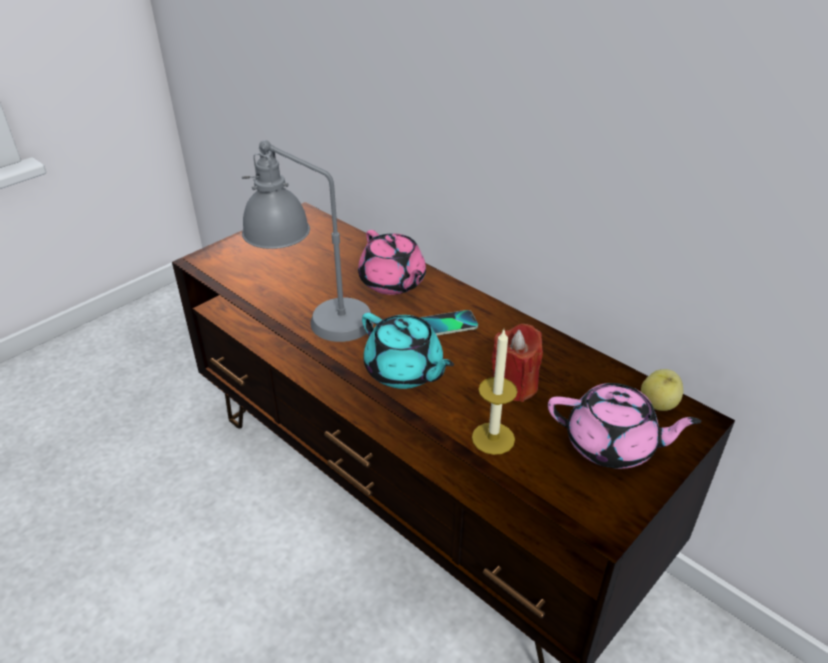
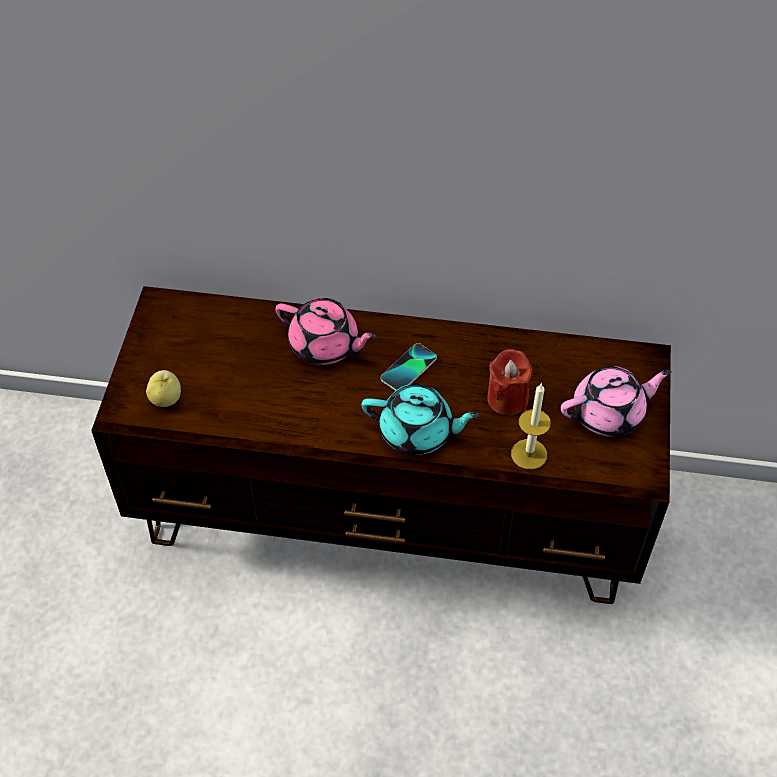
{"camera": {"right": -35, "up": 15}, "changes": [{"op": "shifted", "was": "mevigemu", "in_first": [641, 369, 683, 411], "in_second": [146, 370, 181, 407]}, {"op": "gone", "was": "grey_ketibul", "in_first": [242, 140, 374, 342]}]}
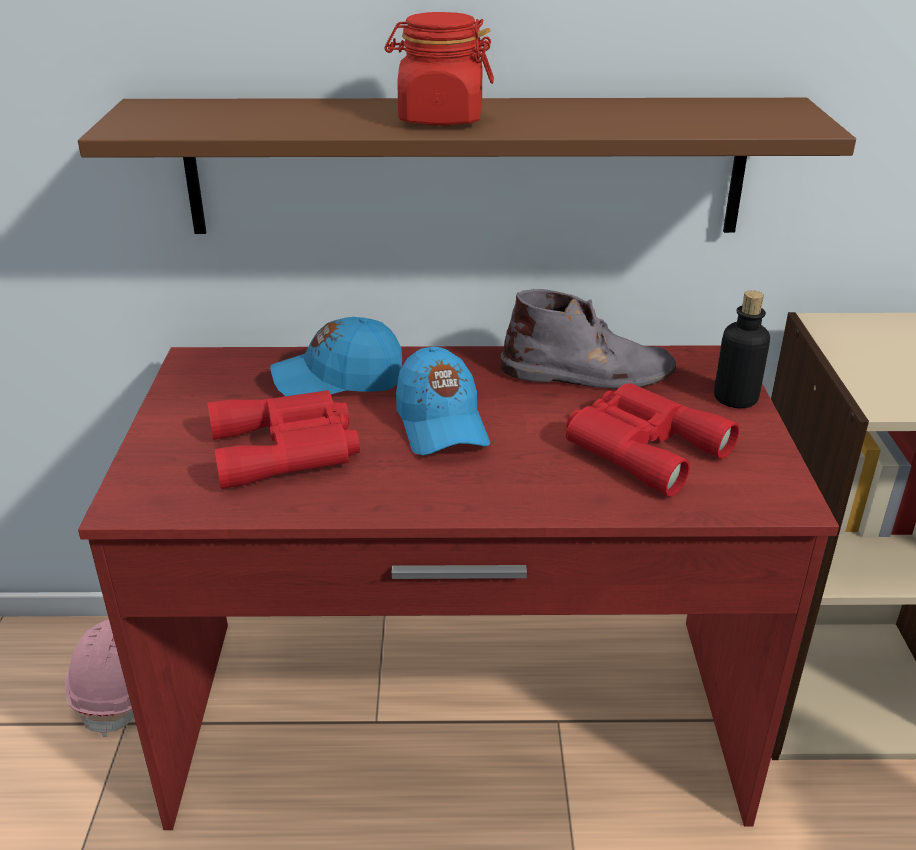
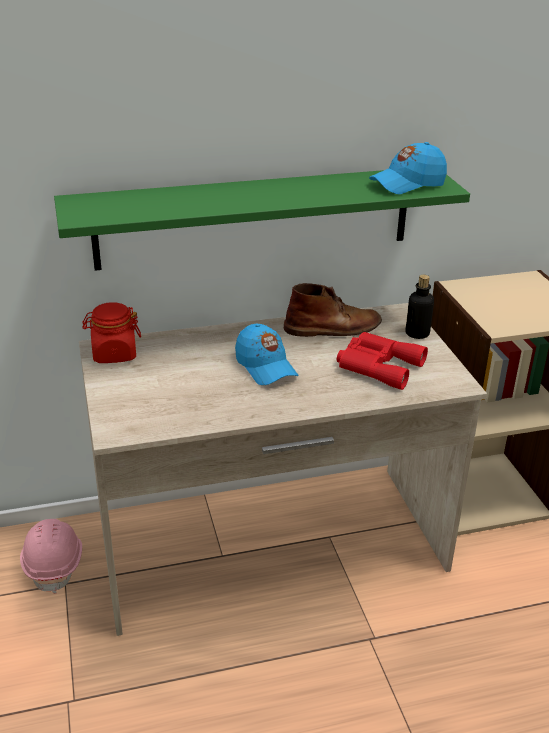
{"camera": {"right": -15, "up": 0}, "changes": [{"op": "repainted", "was": "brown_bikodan", "now": "green_bikodan", "in_first": [78, 98, 856, 234], "in_second": [54, 170, 470, 271]}, {"op": "repainted", "was": "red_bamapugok", "now": "beige_bamapugok", "in_first": [78, 345, 839, 830], "in_second": [79, 303, 487, 636]}, {"op": "shifted", "was": "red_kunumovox", "in_first": [384, 12, 494, 126], "in_second": [82, 302, 141, 363]}, {"op": "repainted", "was": "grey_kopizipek", "now": "brown_kopizipek", "in_first": [500, 289, 676, 389], "in_second": [284, 283, 382, 337]}, {"op": "shifted", "was": "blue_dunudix", "in_first": [270, 317, 402, 396], "in_second": [369, 142, 447, 194]}, {"op": "gone", "was": "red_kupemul", "in_first": [208, 390, 360, 489]}]}
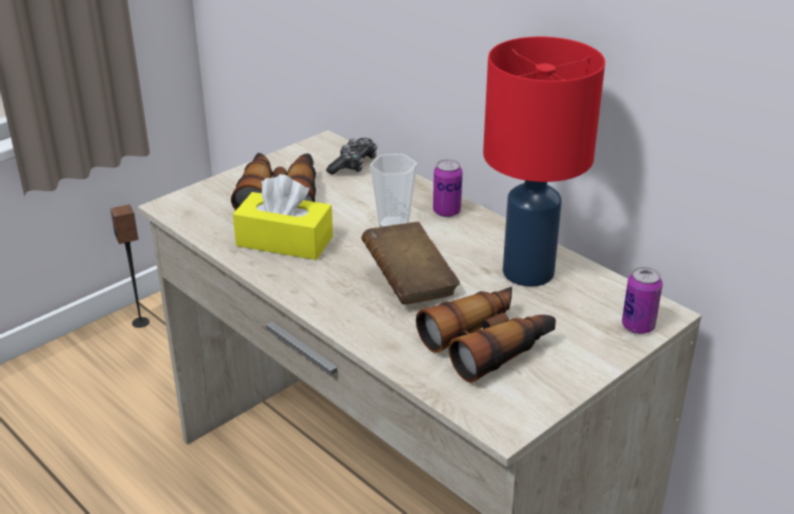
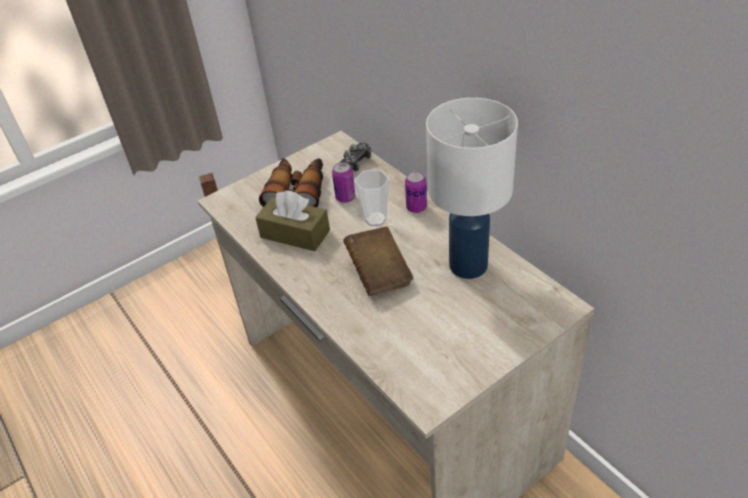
{"camera": {"right": 10, "up": 10}, "changes": [{"op": "repainted", "was": "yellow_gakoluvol", "now": "brown_gakoluvol", "in_first": [233, 174, 333, 260], "in_second": [255, 190, 330, 251]}, {"op": "shifted", "was": "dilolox", "in_first": [622, 267, 663, 334], "in_second": [332, 162, 356, 203]}, {"op": "repainted", "was": "red_ketibul", "now": "white_ketibul", "in_first": [483, 37, 605, 287], "in_second": [426, 98, 518, 279]}, {"op": "gone", "was": "kupemul", "in_first": [416, 287, 556, 383]}]}
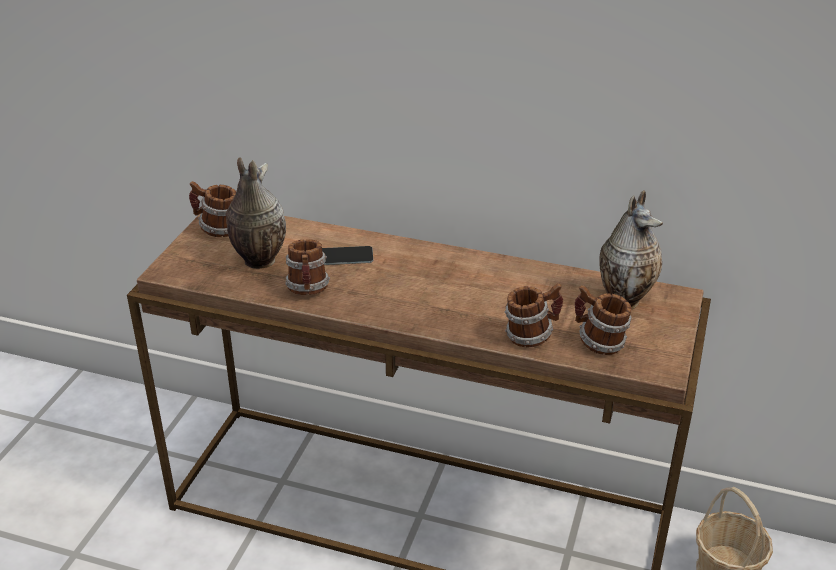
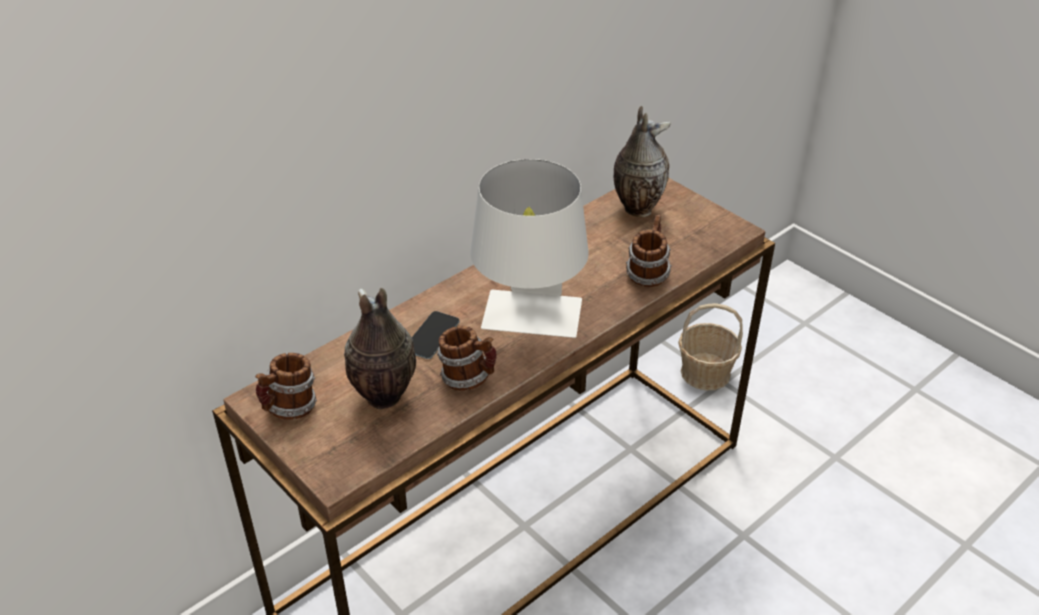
{"camera": {"right": -60, "up": 5}, "changes": [{"op": "new", "now": "white_ketibul", "in_second": [470, 159, 589, 338]}, {"op": "gone", "was": "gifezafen", "in_first": [575, 285, 632, 355]}]}
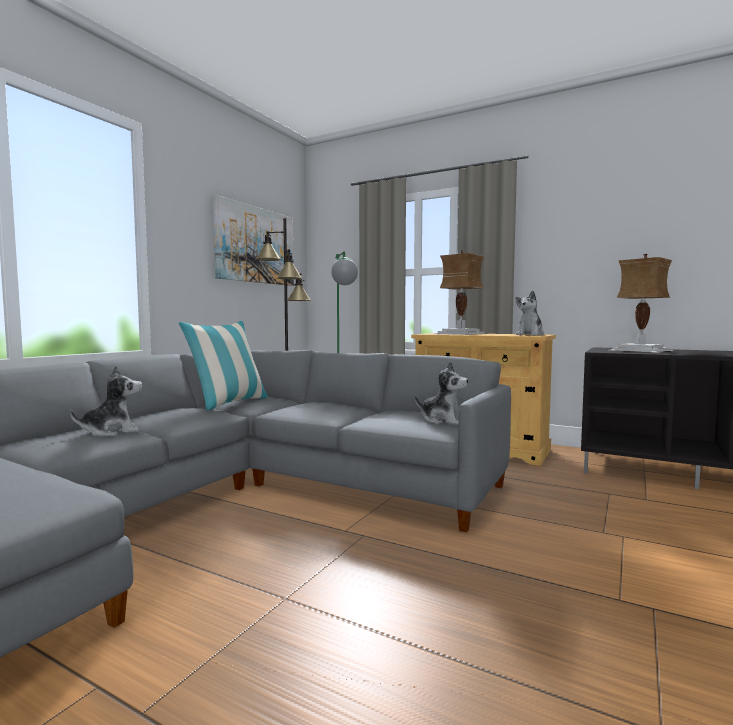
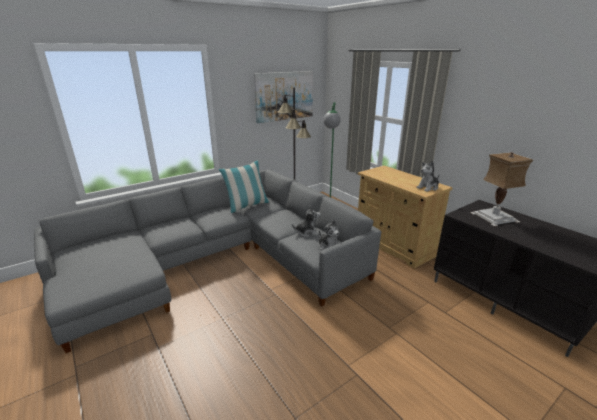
{"camera": {"right": 25, "up": 20}, "changes": [{"op": "shifted", "was": "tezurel", "in_first": [70, 366, 142, 437], "in_second": [292, 206, 320, 237]}, {"op": "gone", "was": "ketibul", "in_first": [436, 250, 488, 335]}]}
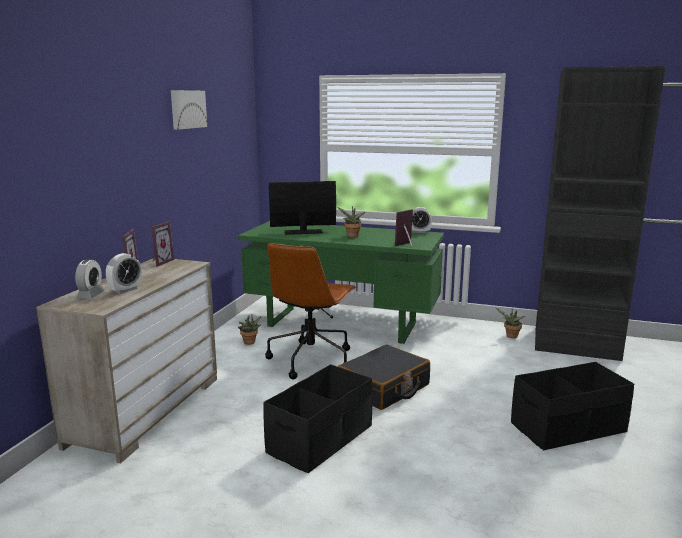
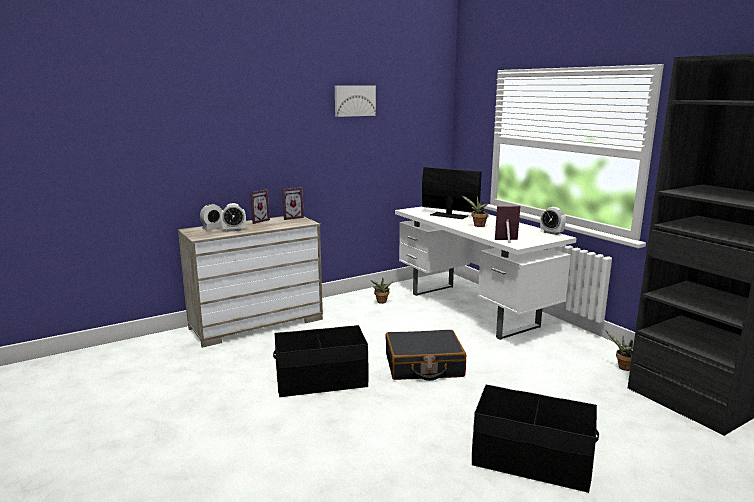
{"camera": {"right": 40, "up": 0}, "changes": [{"op": "repainted", "was": "green_bamapugok", "now": "white_bamapugok", "in_first": [238, 221, 444, 344], "in_second": [395, 207, 577, 340]}, {"op": "gone", "was": "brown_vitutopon", "in_first": [265, 243, 356, 380]}]}
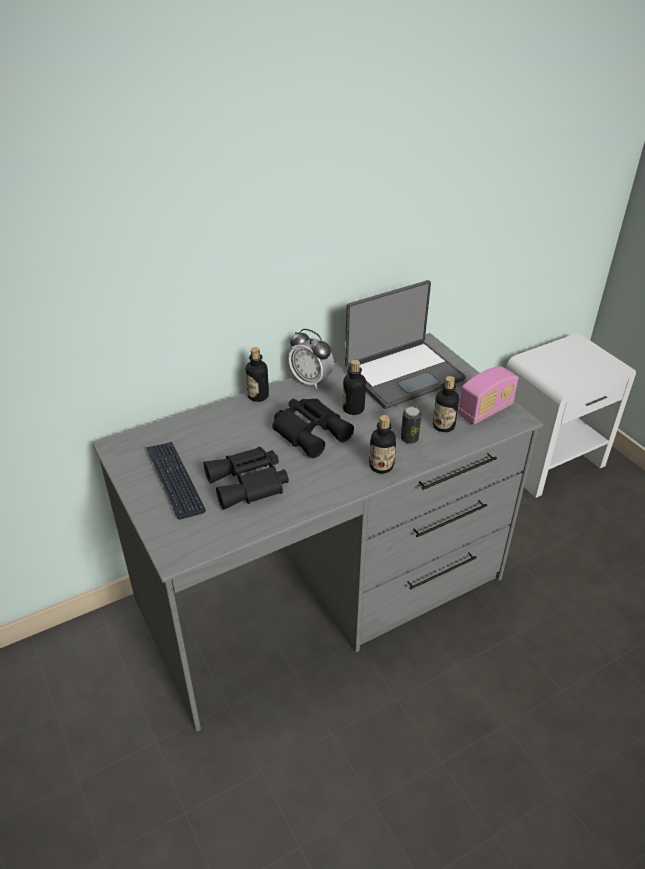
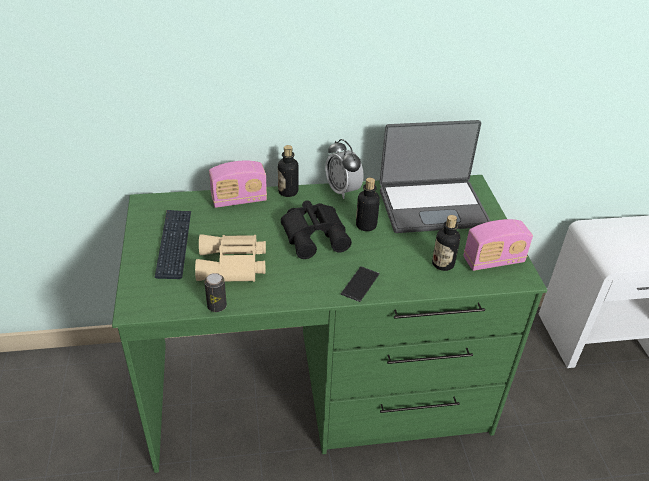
{"camera": {"right": 20, "up": 0}, "changes": [{"op": "repainted", "was": "grey_bamapugok", "now": "green_bamapugok", "in_first": [92, 333, 543, 732], "in_second": [112, 175, 547, 473]}, {"op": "repainted", "was": "black_kupemul", "now": "beige_kupemul", "in_first": [204, 447, 289, 510], "in_second": [195, 234, 266, 282]}, {"op": "shifted", "was": "dilolox", "in_first": [401, 407, 421, 444], "in_second": [204, 273, 227, 312]}, {"op": "new", "now": "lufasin", "in_second": [209, 160, 267, 208]}, {"op": "swapped", "was": "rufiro", "now": "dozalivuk", "in_first": [369, 415, 396, 474], "in_second": [340, 266, 380, 302]}]}
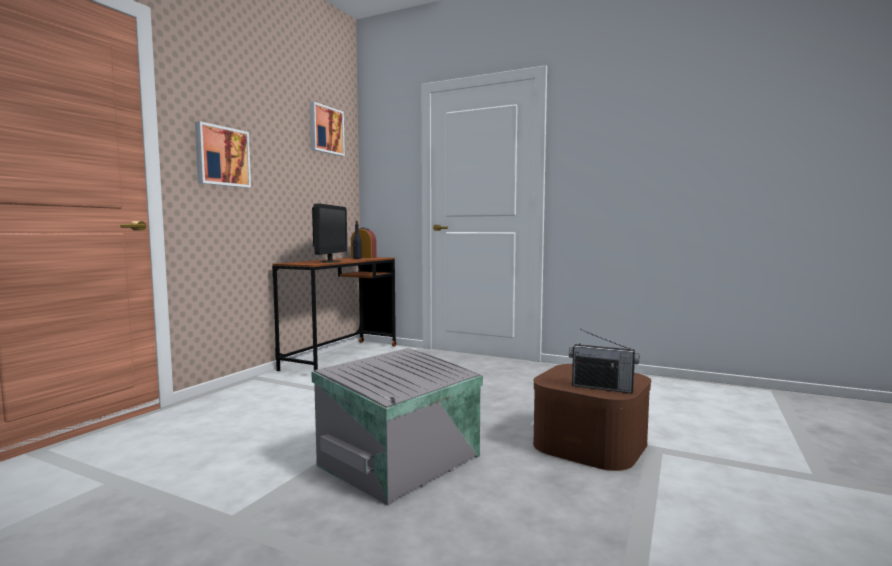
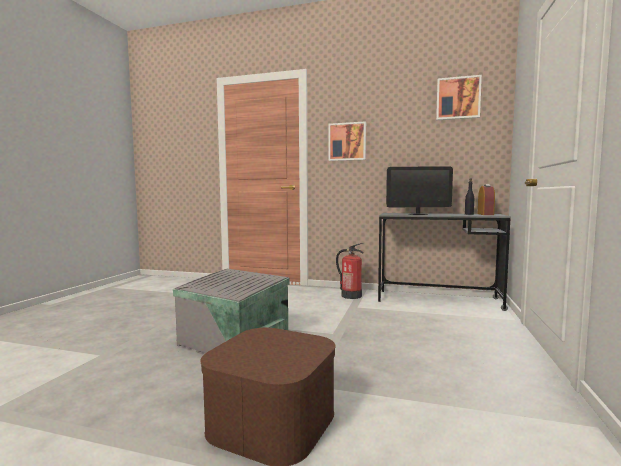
{"camera": {"right": 80, "up": 0}, "changes": [{"op": "new", "now": "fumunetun", "in_second": [336, 243, 364, 299]}, {"op": "repainted", "was": "brown_bamapugok", "now": "grey_bamapugok", "in_first": [272, 257, 396, 371], "in_second": [378, 213, 511, 311]}, {"op": "gone", "was": "lufasin", "in_first": [569, 329, 639, 393]}]}
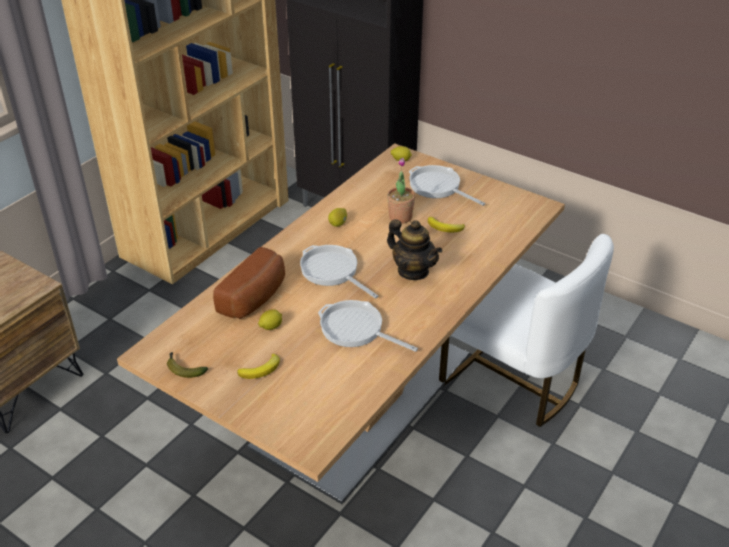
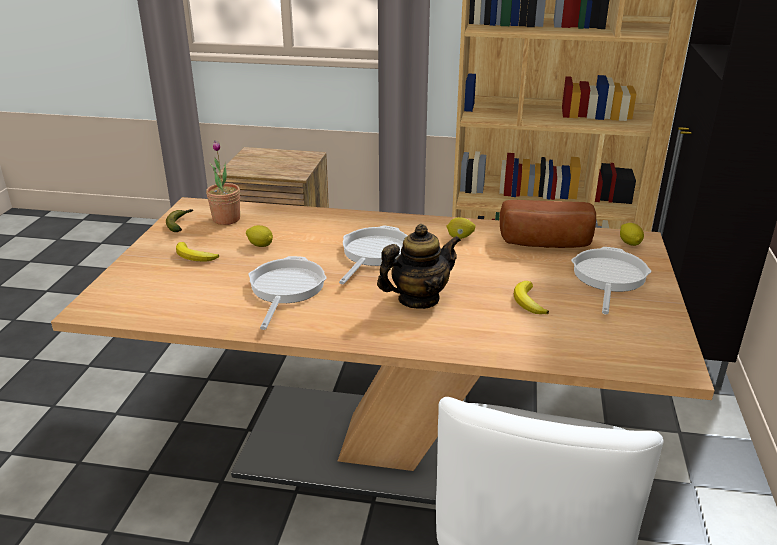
{"camera": {"right": 65, "up": -10}, "changes": [{"op": "shifted", "was": "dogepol", "in_first": [387, 158, 415, 224], "in_second": [206, 140, 240, 225]}, {"op": "rotated", "was": "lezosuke", "in_first": [387, 219, 442, 280], "in_second": [377, 224, 461, 309], "clockwise": -135}, {"op": "shifted", "was": "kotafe", "in_first": [213, 247, 285, 319], "in_second": [500, 200, 596, 248]}]}
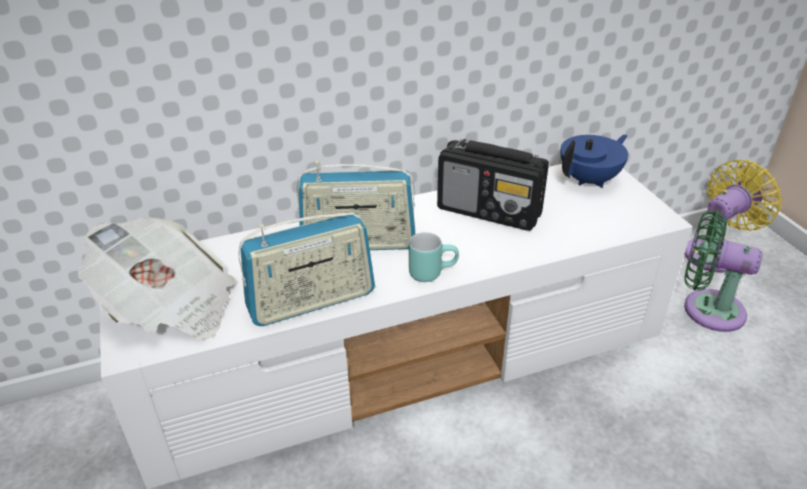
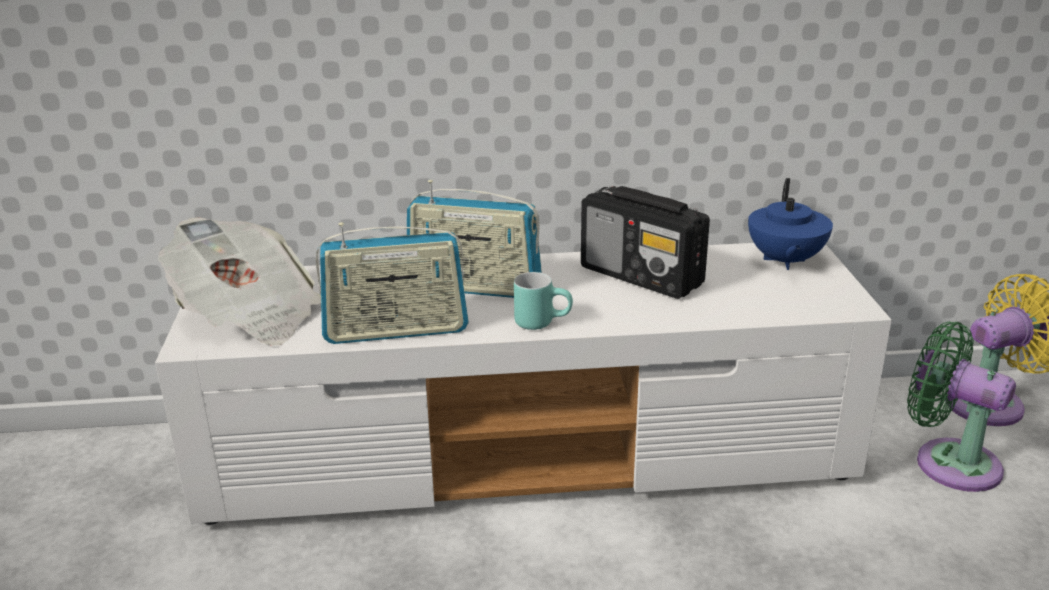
{"camera": {"right": 15, "up": -10}, "changes": [{"op": "rotated", "was": "blue_lezosuke", "in_first": [561, 135, 628, 188], "in_second": [748, 178, 833, 270], "clockwise": 120}]}
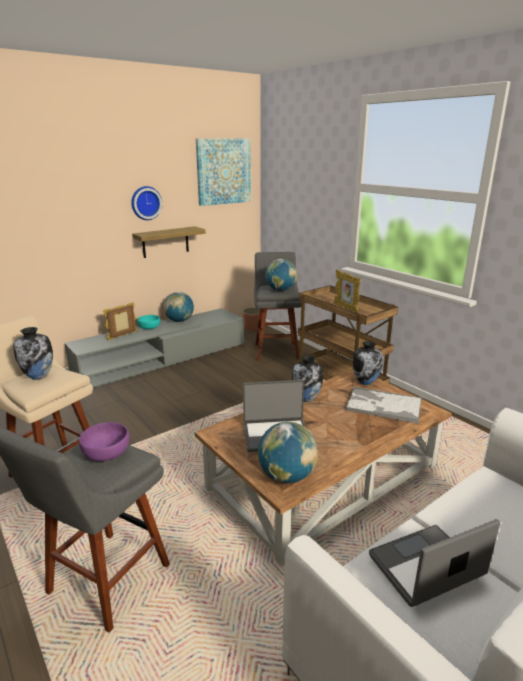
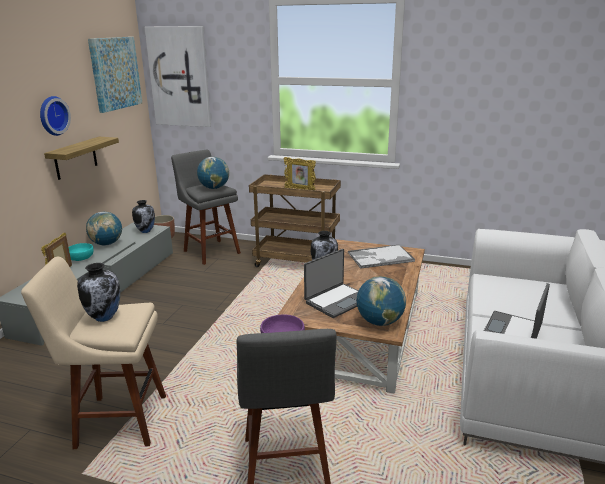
{"camera": {"right": -35, "up": 0}, "changes": [{"op": "shifted", "was": "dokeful", "in_first": [353, 341, 383, 385], "in_second": [132, 200, 155, 233]}, {"op": "new", "now": "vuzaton", "in_second": [144, 26, 211, 127]}]}
